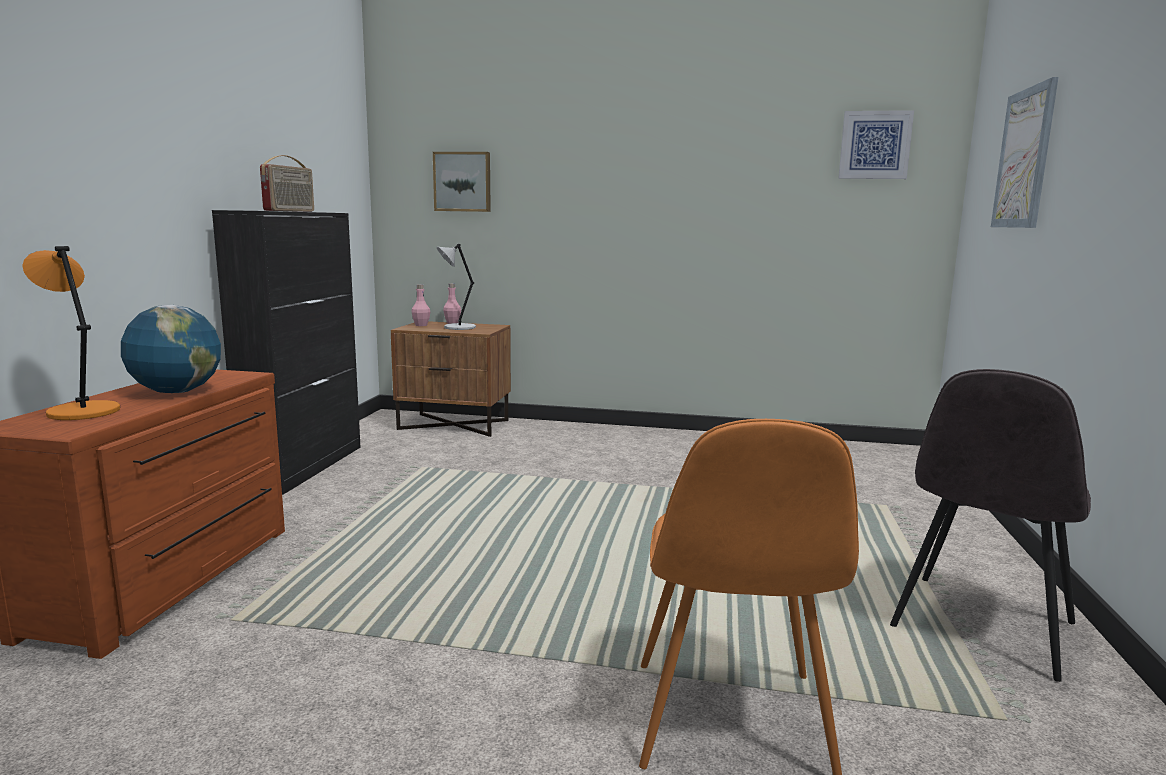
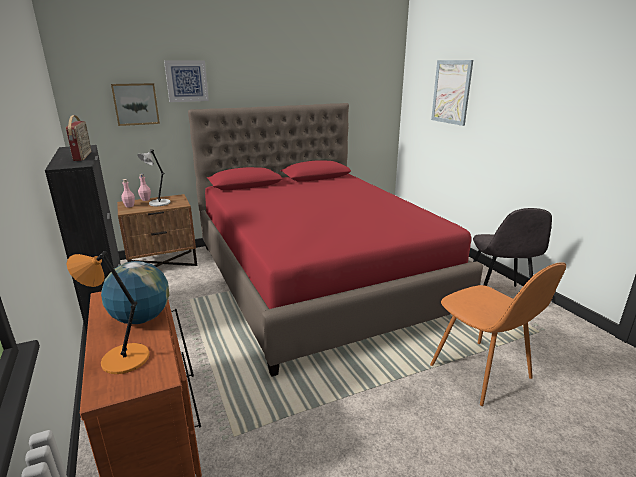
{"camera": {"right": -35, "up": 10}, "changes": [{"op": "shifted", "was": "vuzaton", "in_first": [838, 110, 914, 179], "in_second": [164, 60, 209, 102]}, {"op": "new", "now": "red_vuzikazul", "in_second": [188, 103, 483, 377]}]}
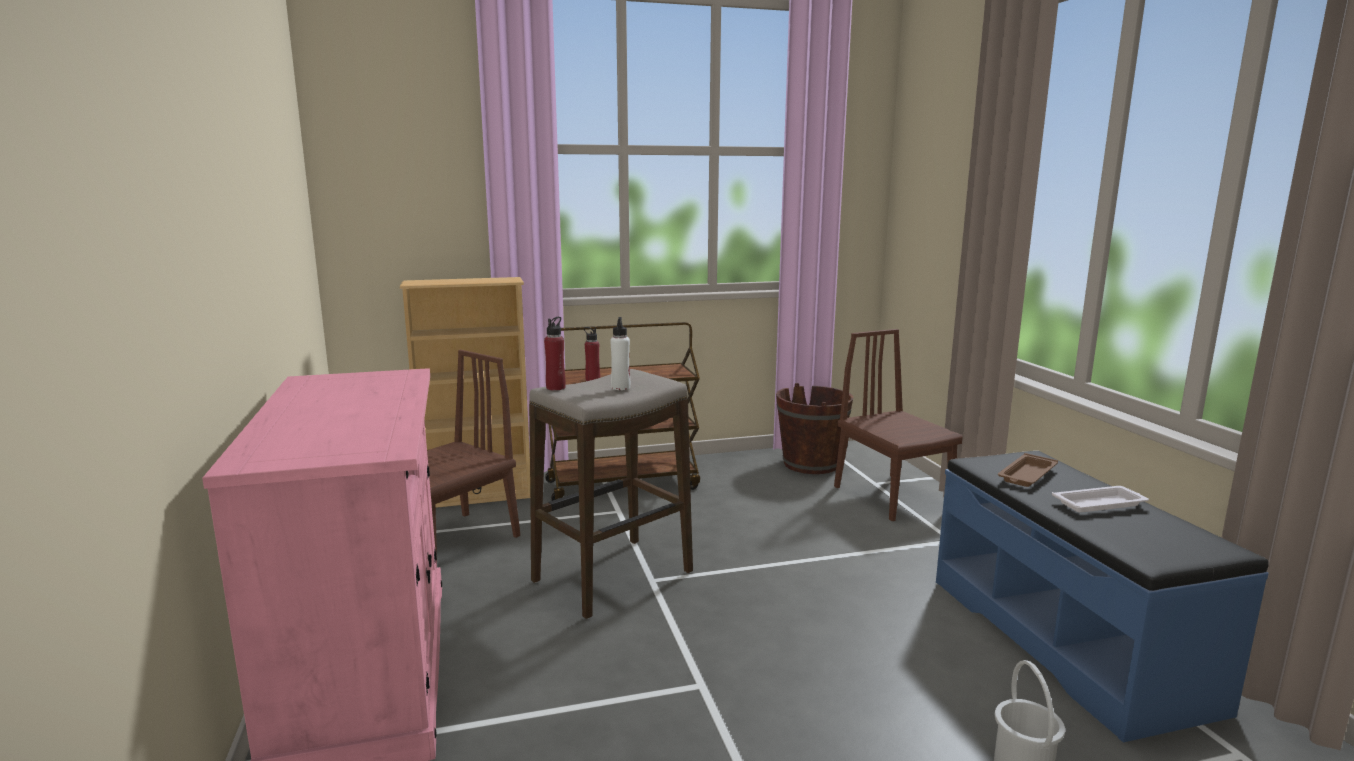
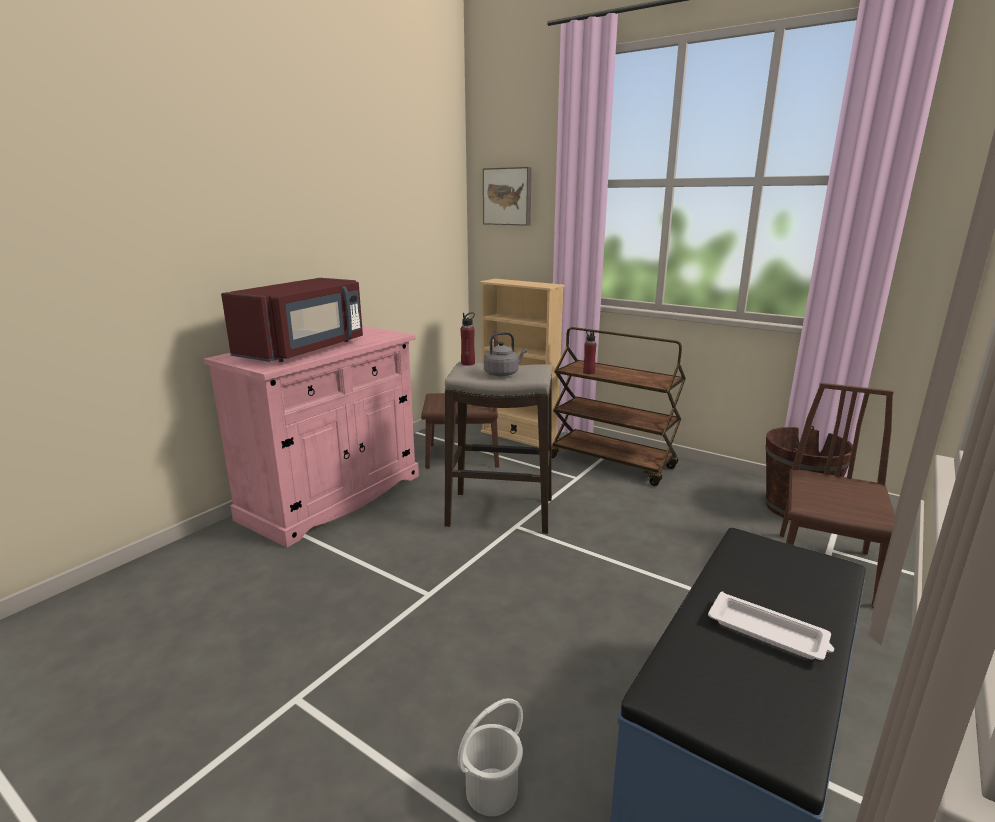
{"camera": {"right": 50, "up": 5}, "changes": [{"op": "new", "now": "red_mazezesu", "in_second": [221, 278, 363, 362]}, {"op": "new", "now": "vuzaton", "in_second": [483, 167, 532, 226]}, {"op": "swapped", "was": "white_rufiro", "now": "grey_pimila", "in_first": [610, 317, 630, 390], "in_second": [484, 332, 527, 376]}, {"op": "gone", "was": "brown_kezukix", "in_first": [998, 453, 1058, 487]}]}
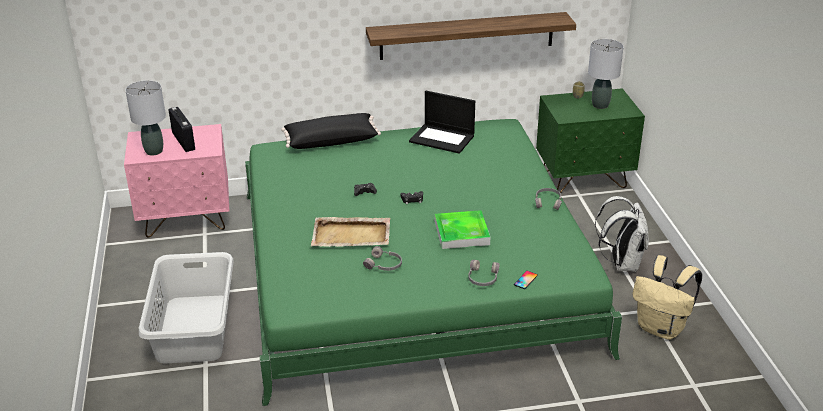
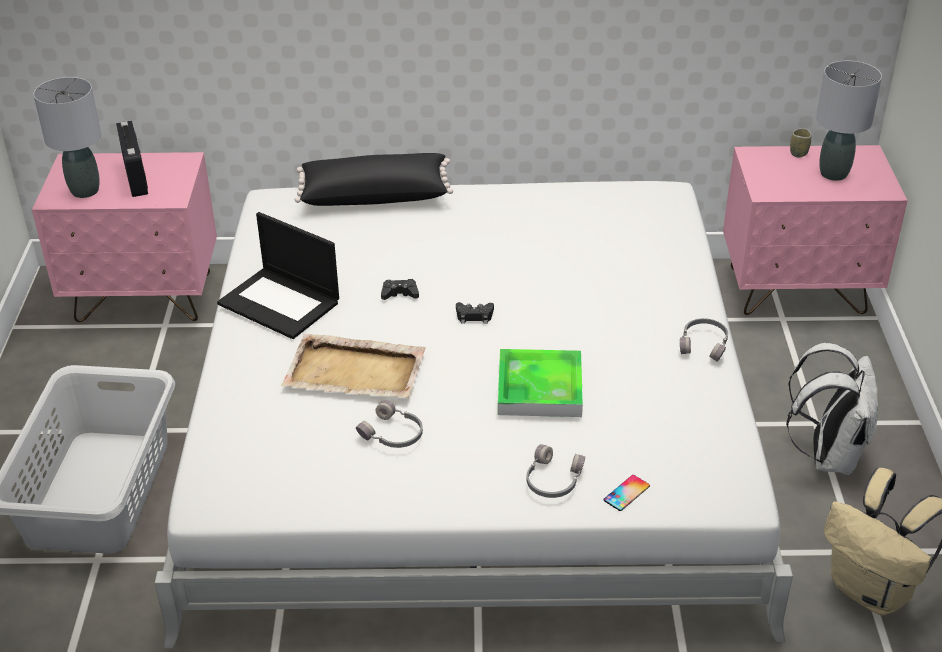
{"camera": {"right": 10, "up": 5}, "changes": [{"op": "repainted", "was": "green_vuzikazul", "now": "white_vuzikazul", "in_first": [245, 119, 622, 406], "in_second": [155, 181, 793, 649]}, {"op": "shifted", "was": "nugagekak", "in_first": [409, 91, 475, 154], "in_second": [217, 212, 339, 339]}, {"op": "repainted", "was": "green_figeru", "now": "pink_figeru", "in_first": [536, 88, 645, 193], "in_second": [723, 145, 908, 315]}, {"op": "gone", "was": "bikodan", "in_first": [366, 12, 576, 60]}]}
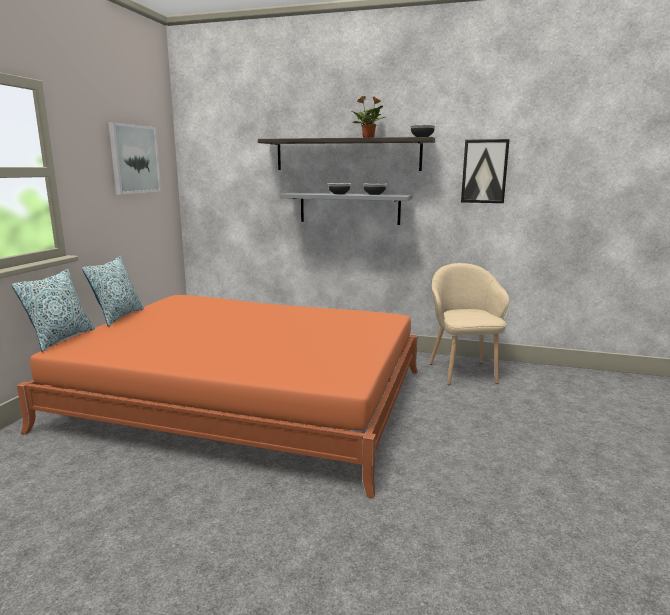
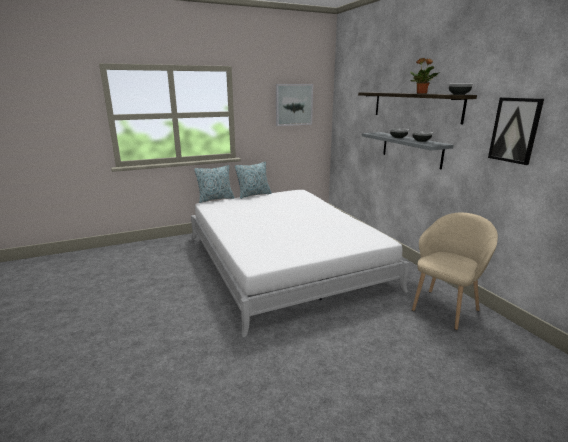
{"camera": {"right": 50, "up": 5}, "changes": [{"op": "repainted", "was": "orange_vuzikazul", "now": "white_vuzikazul", "in_first": [17, 295, 418, 499], "in_second": [191, 190, 410, 337]}]}
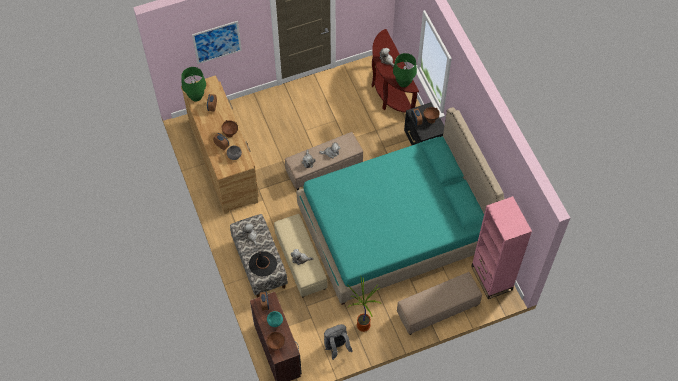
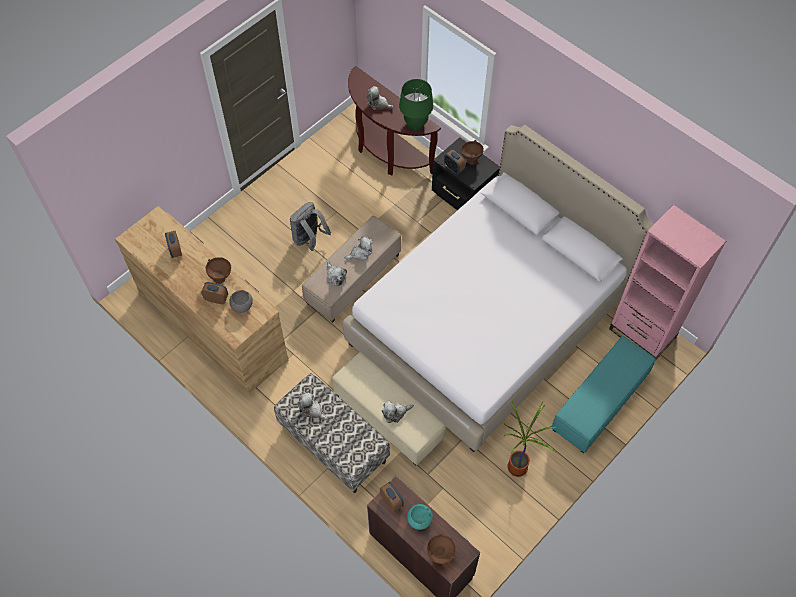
{"camera": {"right": -25, "up": 0}, "changes": [{"op": "shifted", "was": "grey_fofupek", "in_first": [324, 324, 353, 360], "in_second": [290, 202, 331, 251]}, {"op": "repainted", "was": "turquoise_vuzikazul", "now": "white_vuzikazul", "in_first": [297, 107, 504, 305], "in_second": [343, 125, 654, 452]}, {"op": "repainted", "was": "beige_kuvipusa", "now": "turquoise_kuvipusa", "in_first": [397, 272, 482, 335], "in_second": [552, 336, 656, 453]}, {"op": "gone", "was": "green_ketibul", "in_first": [181, 67, 206, 102]}, {"op": "gone", "was": "vuzaton", "in_first": [192, 21, 242, 64]}, {"op": "gone", "was": "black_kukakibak", "in_first": [249, 251, 277, 276]}]}
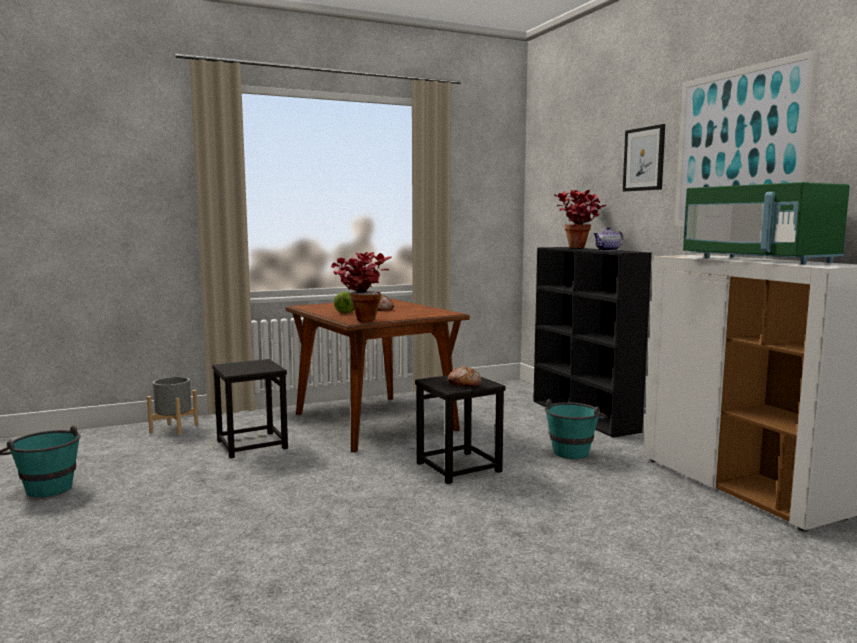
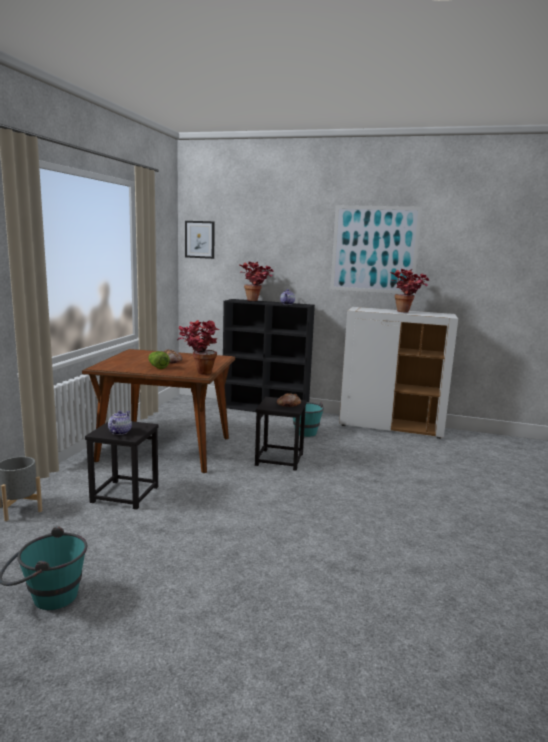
{"camera": {"right": -50, "up": 5}, "changes": [{"op": "new", "now": "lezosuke", "in_second": [108, 411, 132, 435]}, {"op": "shifted", "was": "vuzaton", "in_first": [623, 124, 665, 192], "in_second": [185, 221, 215, 259]}, {"op": "swapped", "was": "green_mazezesu", "now": "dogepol", "in_first": [683, 182, 850, 264], "in_second": [390, 269, 429, 313]}]}
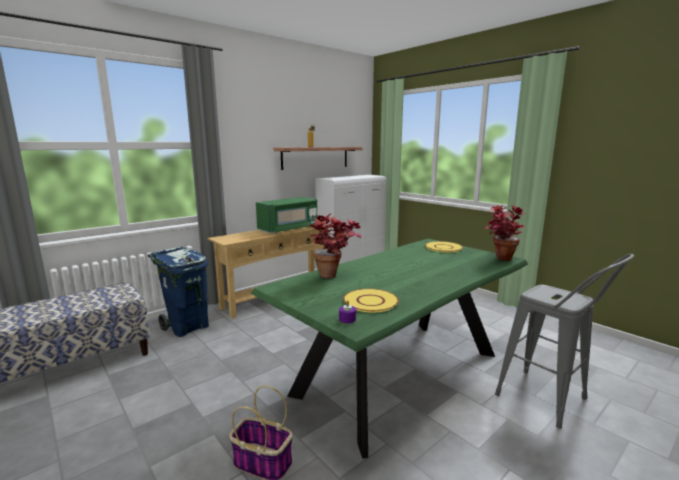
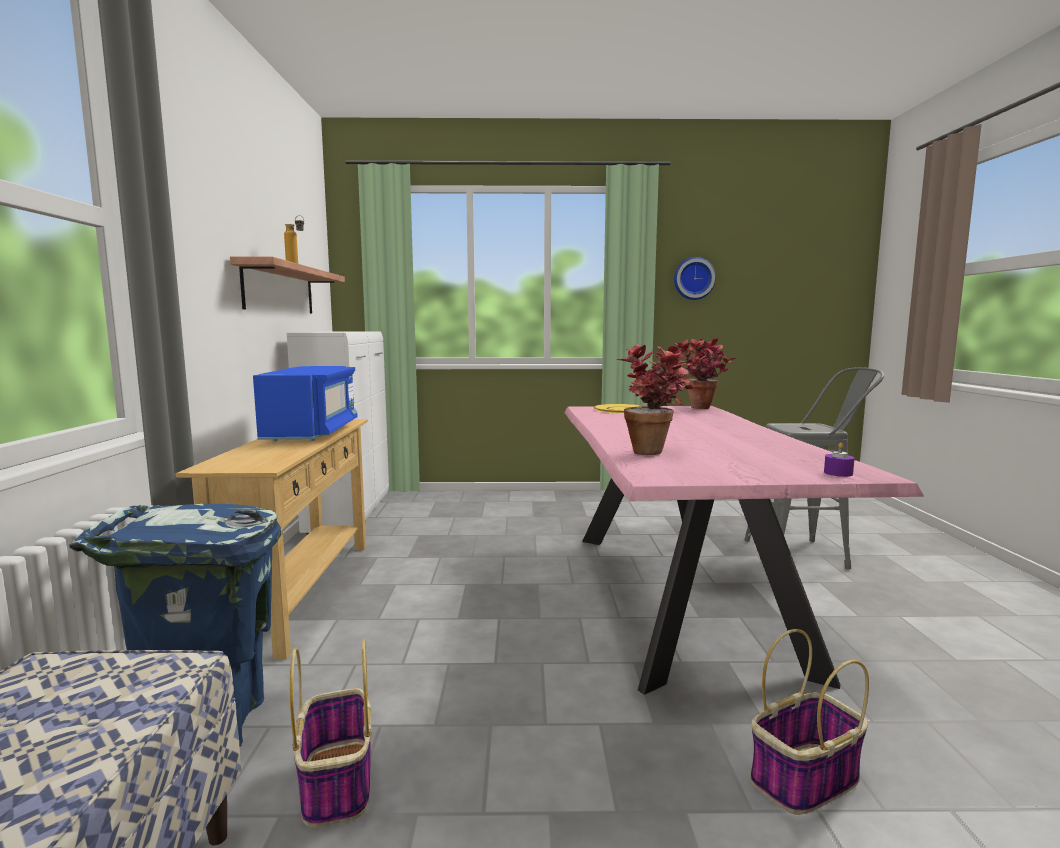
{"camera": {"right": -50, "up": -5}, "changes": [{"op": "repainted", "was": "green_mazezesu", "now": "blue_mazezesu", "in_first": [256, 197, 317, 234], "in_second": [253, 366, 358, 441]}, {"op": "new", "now": "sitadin", "in_second": [290, 639, 371, 827]}, {"op": "repainted", "was": "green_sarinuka", "now": "pink_sarinuka", "in_first": [251, 239, 528, 459], "in_second": [565, 406, 924, 695]}, {"op": "new", "now": "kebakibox", "in_second": [674, 257, 716, 300]}, {"op": "gone", "was": "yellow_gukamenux", "in_first": [343, 289, 399, 313]}]}
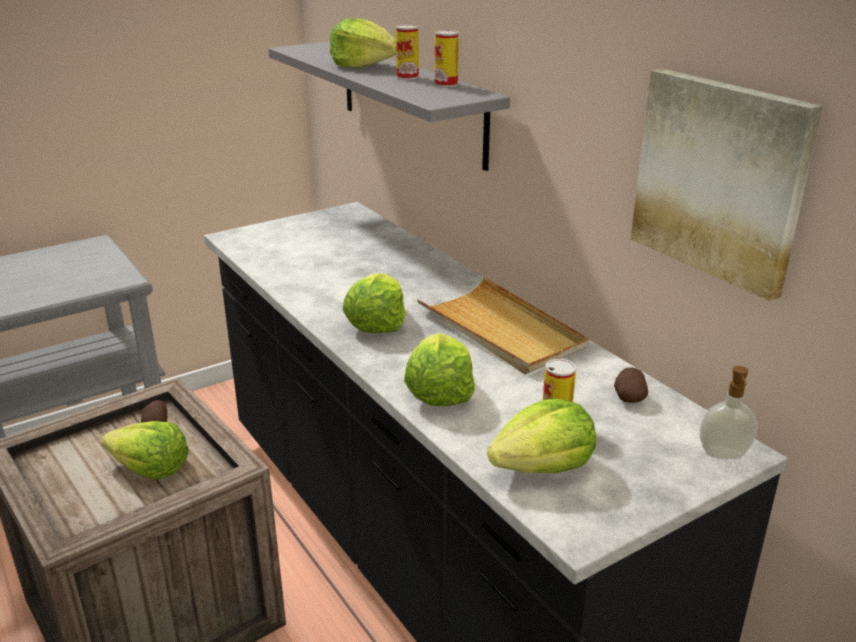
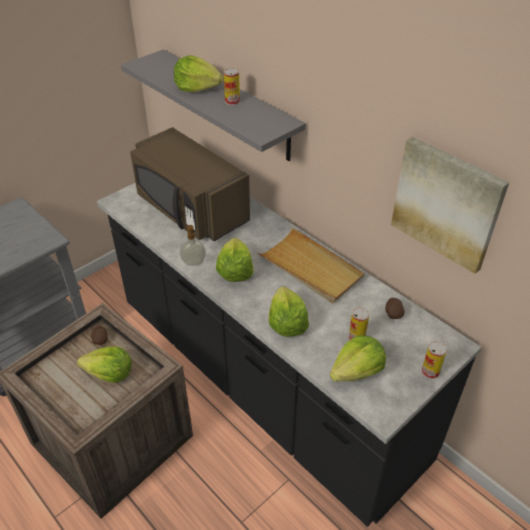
{"camera": {"right": -10, "up": 15}, "changes": [{"op": "new", "now": "brown_mazezesu", "in_second": [130, 127, 250, 241]}, {"op": "shifted", "was": "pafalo", "in_first": [700, 366, 758, 459], "in_second": [180, 225, 206, 266]}, {"op": "shifted", "was": "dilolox", "in_first": [435, 30, 459, 87], "in_second": [422, 341, 447, 379]}]}
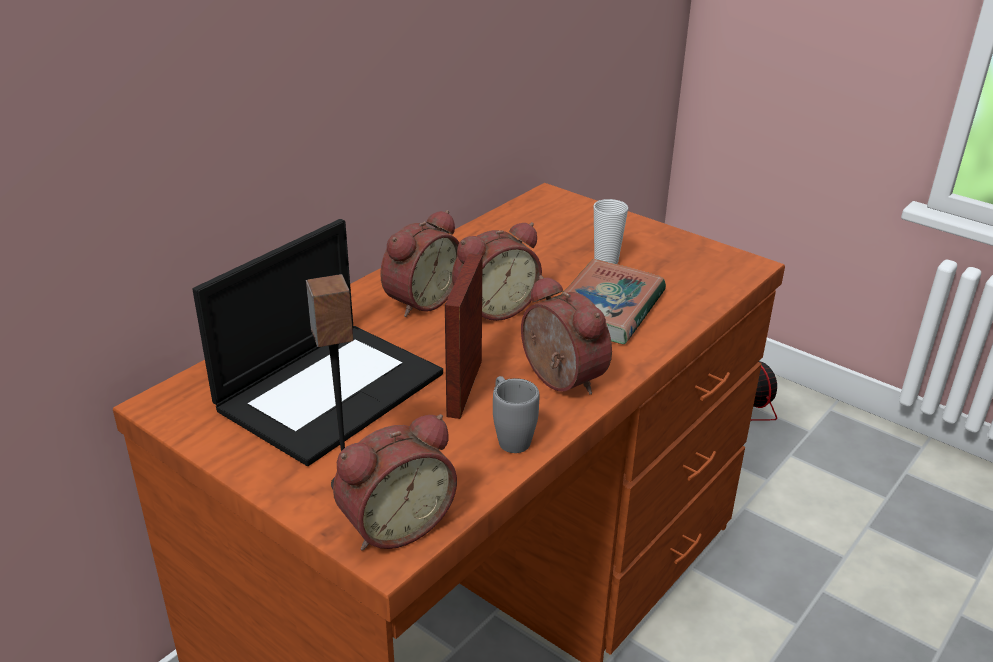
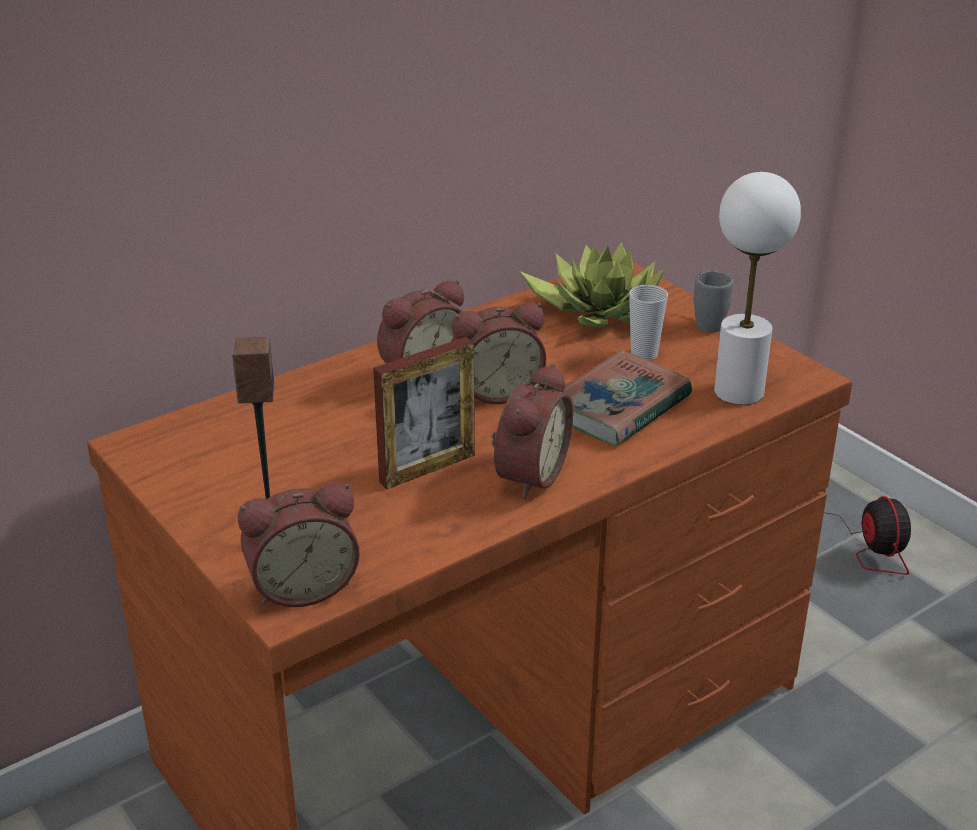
{"camera": {"right": 15, "up": 0}, "changes": [{"op": "rotated", "was": "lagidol", "in_first": [445, 254, 483, 419], "in_second": [373, 337, 475, 489], "clockwise": -150}, {"op": "rotated", "was": "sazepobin", "in_first": [521, 275, 612, 395], "in_second": [491, 364, 573, 498], "clockwise": 45}, {"op": "new", "now": "dogepol", "in_second": [520, 242, 665, 327]}, {"op": "shifted", "was": "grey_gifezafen", "in_first": [493, 376, 539, 453], "in_second": [694, 271, 733, 333]}, {"op": "new", "now": "white_ketibul", "in_second": [714, 172, 801, 405]}, {"op": "gone", "was": "nugagekak", "in_first": [192, 219, 443, 466]}]}
